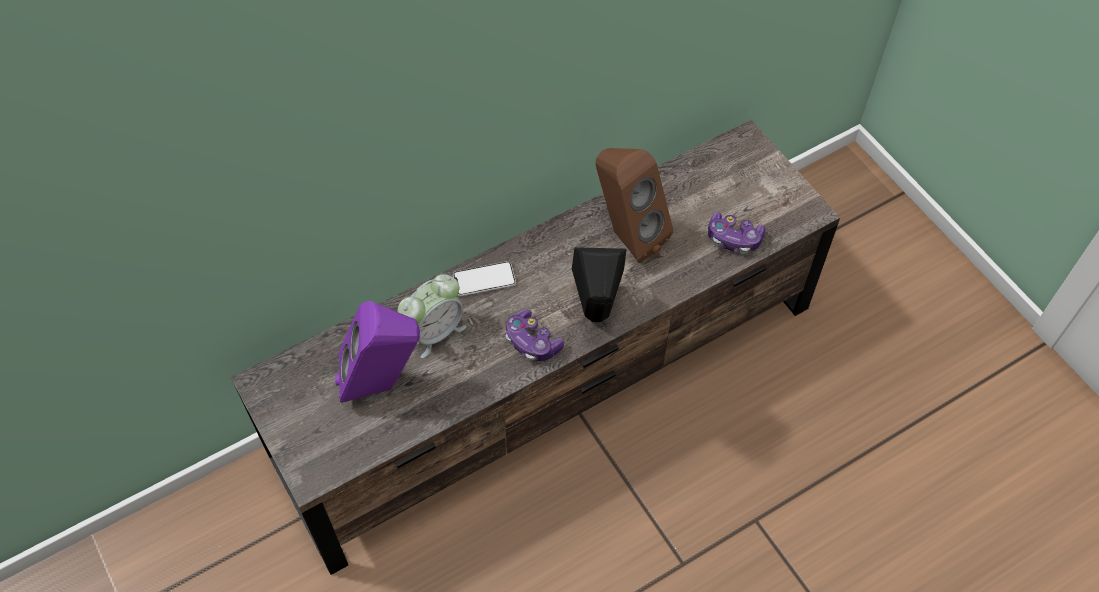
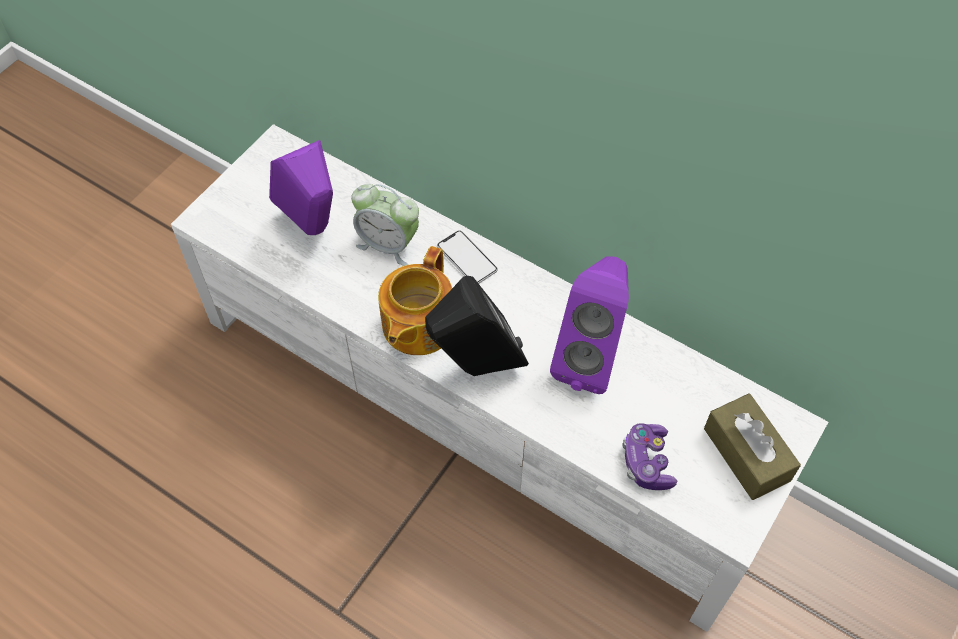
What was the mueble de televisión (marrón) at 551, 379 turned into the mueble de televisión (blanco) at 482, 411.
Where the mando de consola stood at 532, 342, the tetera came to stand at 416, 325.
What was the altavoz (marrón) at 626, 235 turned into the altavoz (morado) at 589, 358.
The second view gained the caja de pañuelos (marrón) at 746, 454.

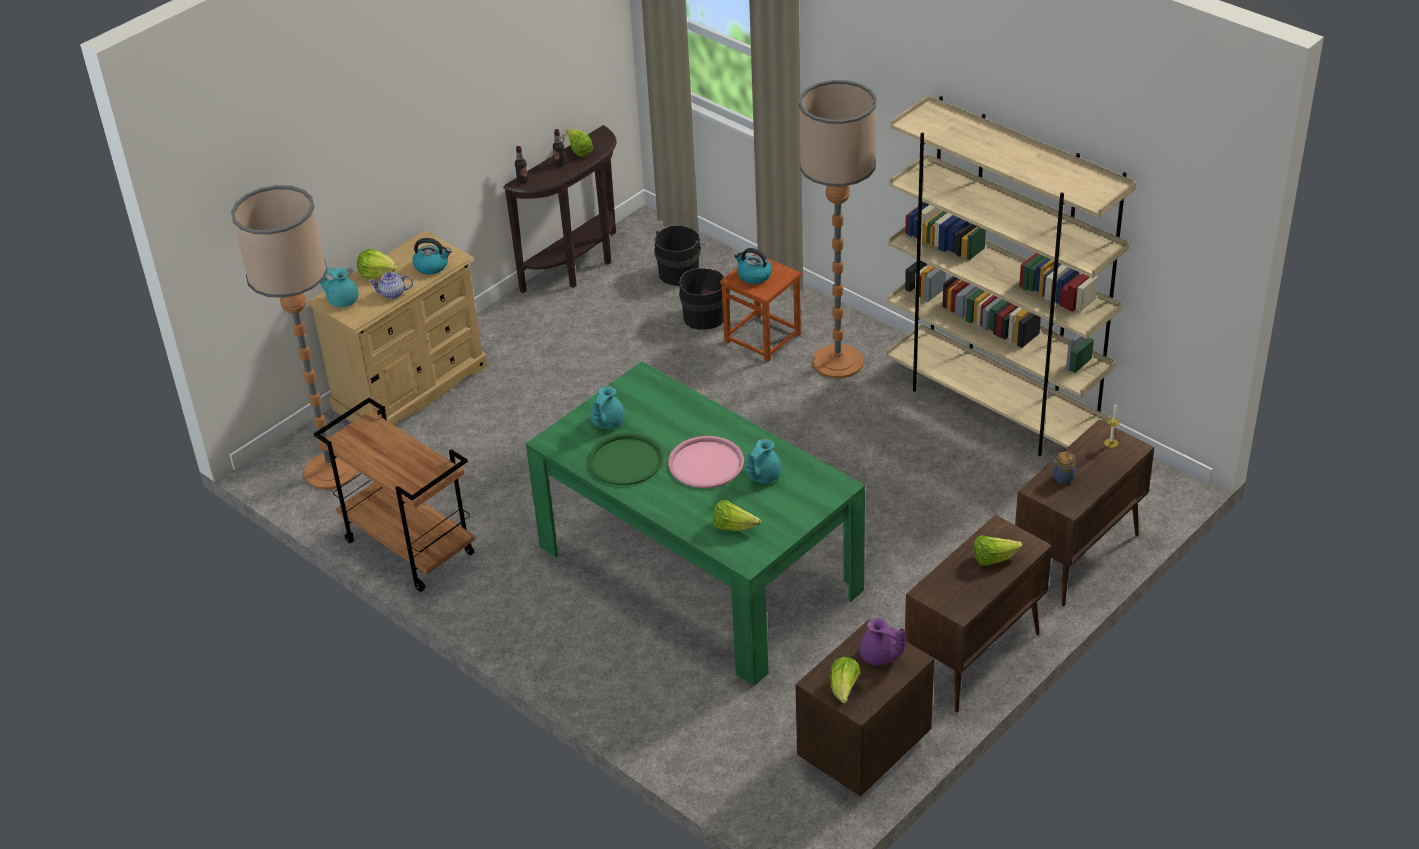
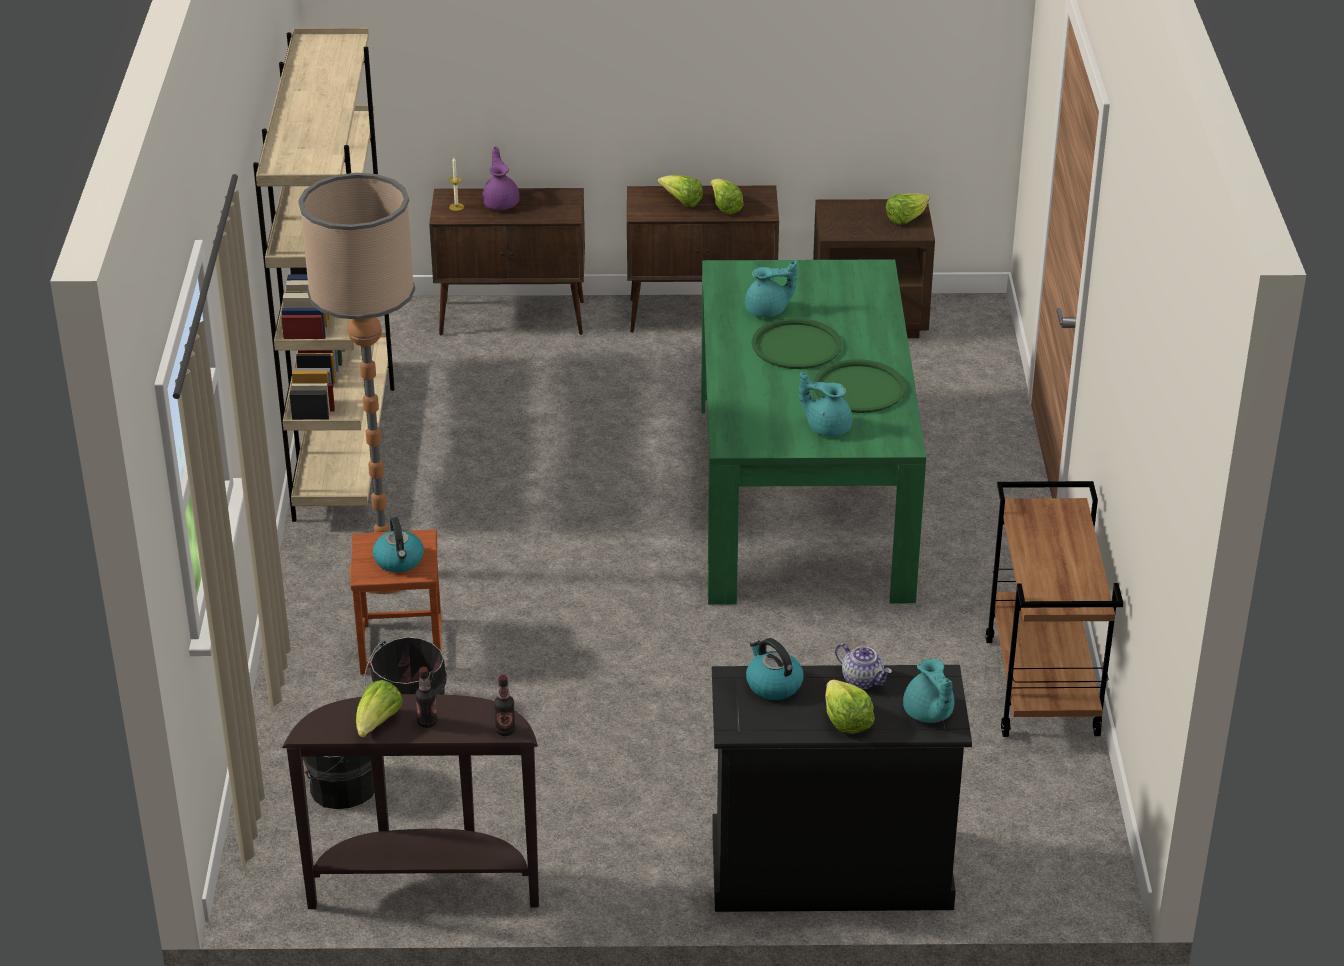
The second view lost the lámpara de pie at 330, 471.
What was the cómoda (beis) at 411, 387 turned into the cómoda (negro) at 830, 869.
The tetera (turquesa) at 607, 422 ended up facing another way, 135 degrees counterclockwise from before.
What was the bandeja (rosa) at 706, 463 turned into the bandeja (verde) at 796, 345.
The lechuga ended up elsewhere, having gone from 733, 527 to 725, 207.
The tetera (morado) ended up elsewhere, having gone from 880, 656 to 501, 203.
The second view lost the tarro at 1062, 478.

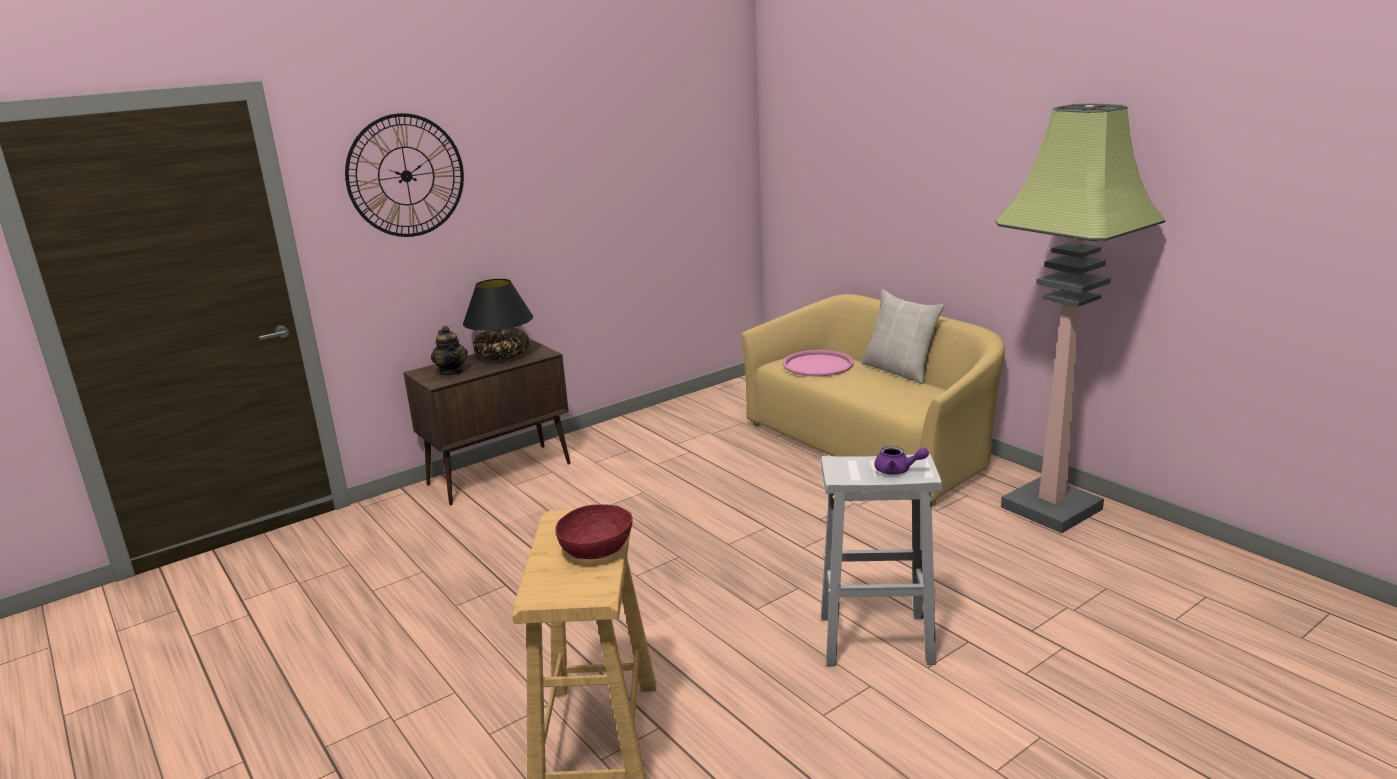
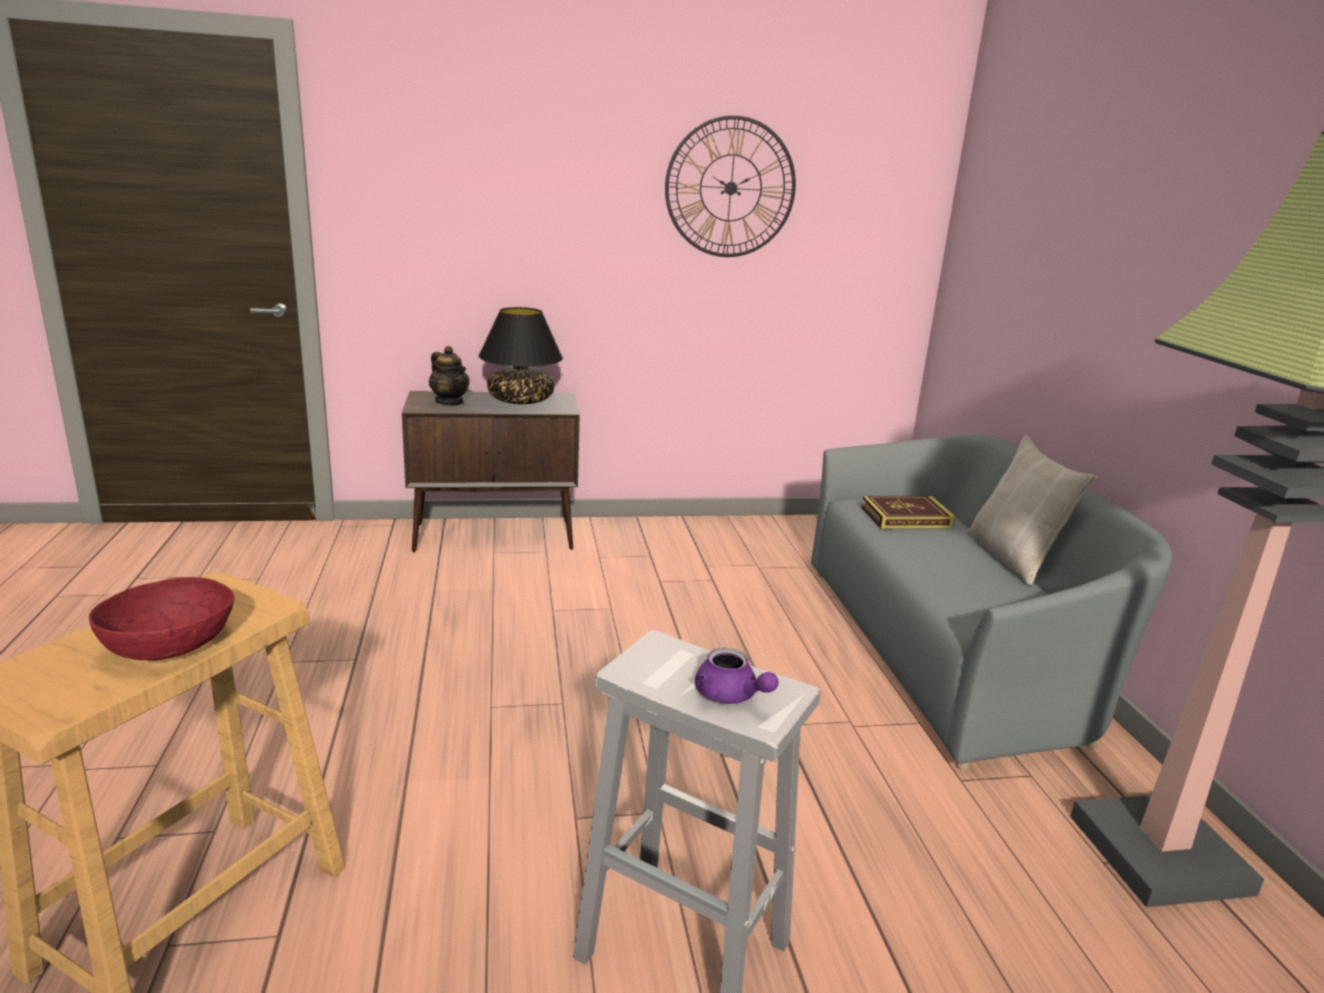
The reloj de pared ended up elsewhere, having gone from 406, 176 to 730, 188.
The tetera at 452, 372 ended up facing another way, 45 degrees counterclockwise from before.
What was the sofá (amarillo) at 872, 445 turned into the sofá (gris) at 949, 650.
Where the bandeja (rosa) stood at 817, 365, the libro came to stand at 906, 517.

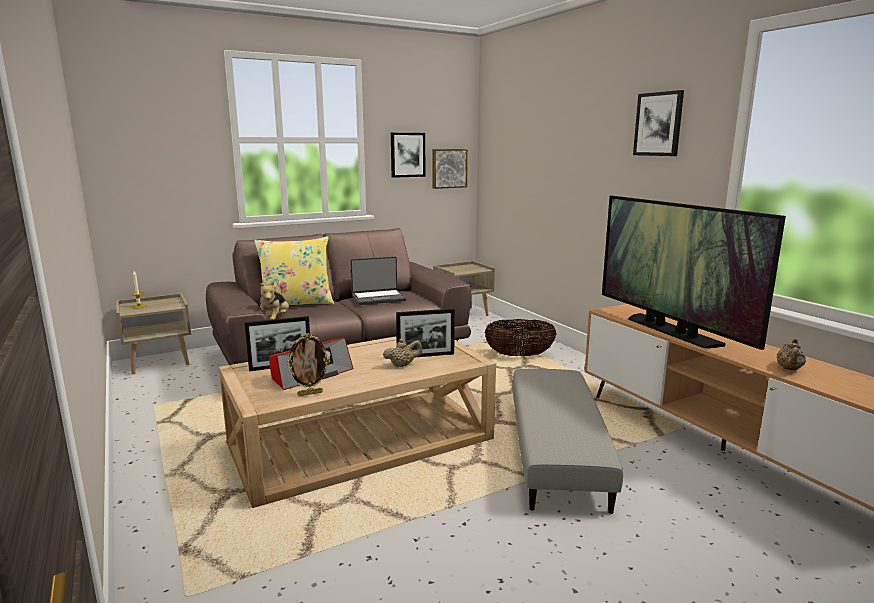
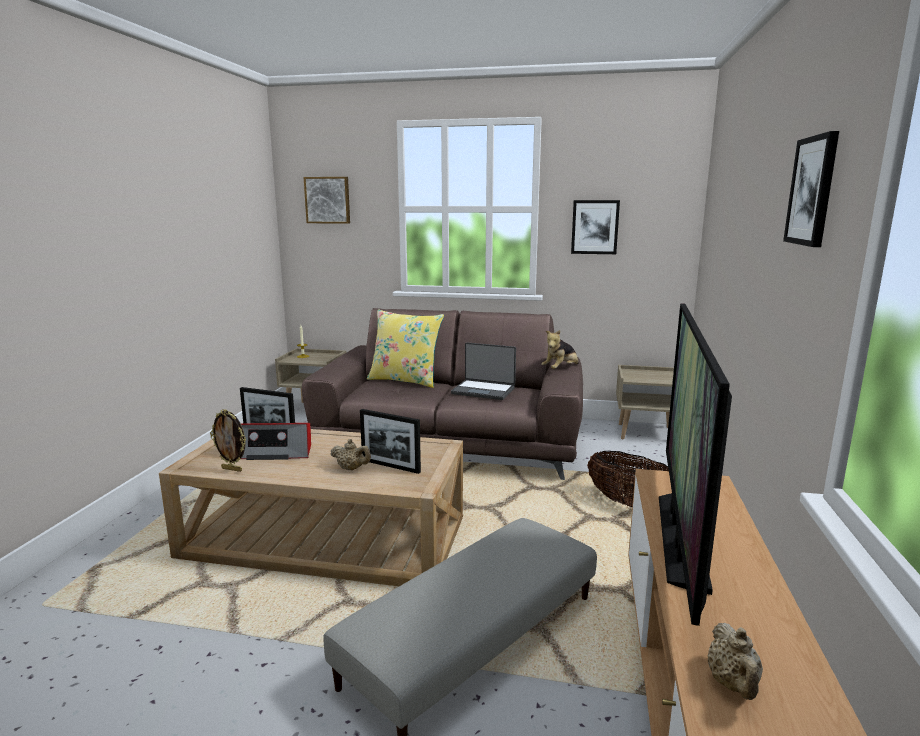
The peluche ended up elsewhere, having gone from 275, 320 to 560, 369.
The cuadro ended up elsewhere, having gone from 448, 168 to 328, 200.
The tetera (beis) at 789, 369 ended up facing another way, 60 degrees counterclockwise from before.

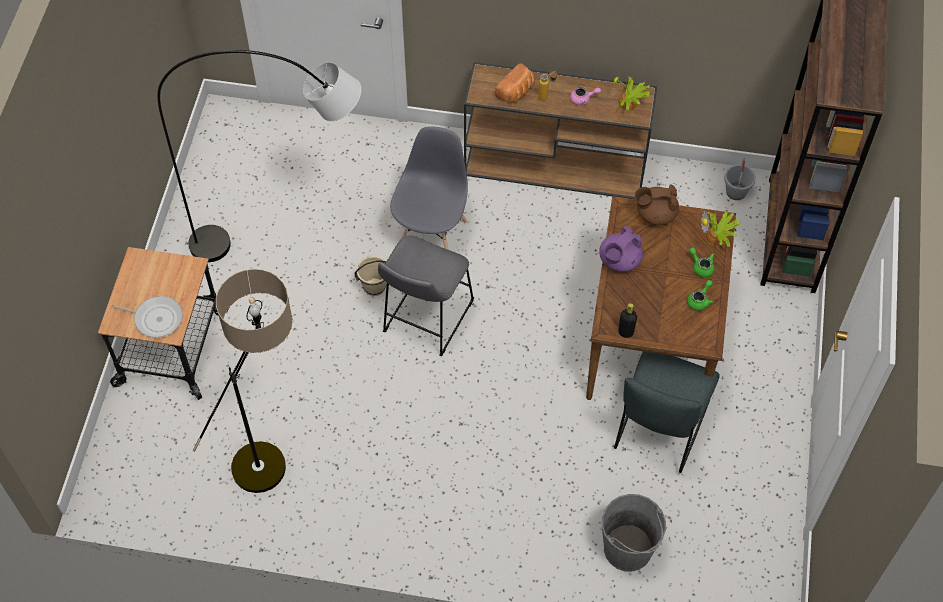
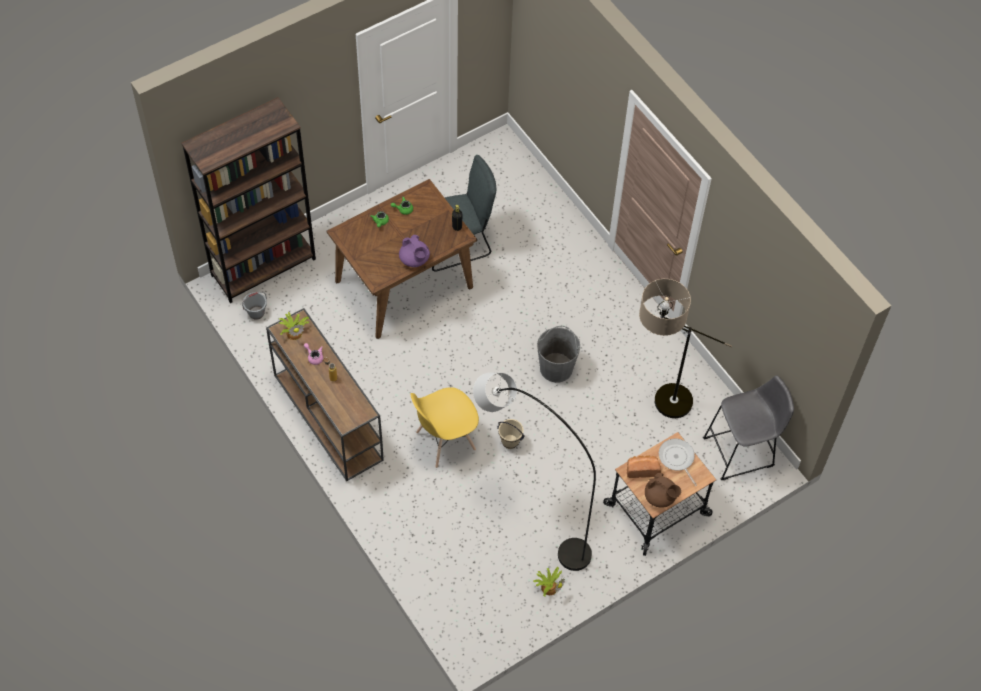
The taburete (gris) ended up elsewhere, having gone from 425, 320 to 742, 451.
What was the silla (gris) at 432, 236 turned into the silla (amarillo) at 445, 441.
The pan ended up elsewhere, having gone from 516, 92 to 642, 469.
The tetera (morado) at 619, 261 ended up facing another way, 60 degrees clockwise from before.
The cubo (gris) ended up elsewhere, having gone from 628, 549 to 556, 368.
The tetera (marrón) ended up elsewhere, having gone from 655, 214 to 660, 497.
The planta en maceta ended up elsewhere, having gone from 717, 238 to 549, 586.

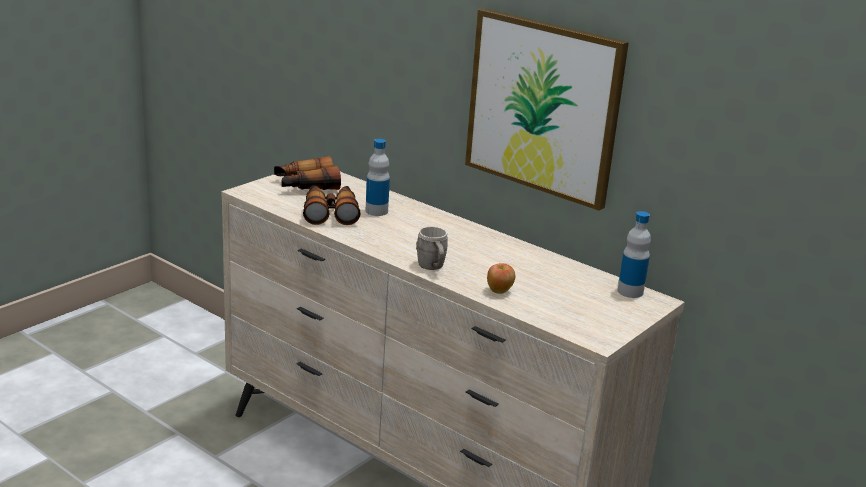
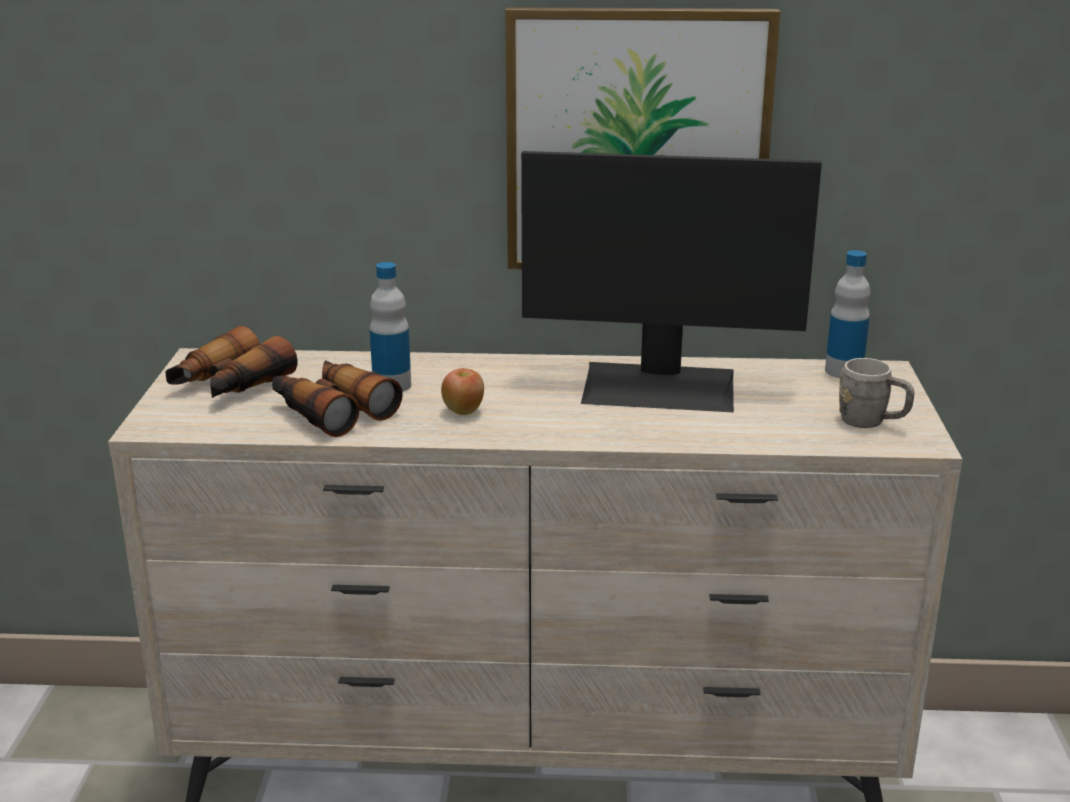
The taza grande (gris) ended up elsewhere, having gone from 432, 267 to 871, 422.
The manzana ended up elsewhere, having gone from 499, 291 to 464, 411.
The second view gained the monitor at 660, 387.

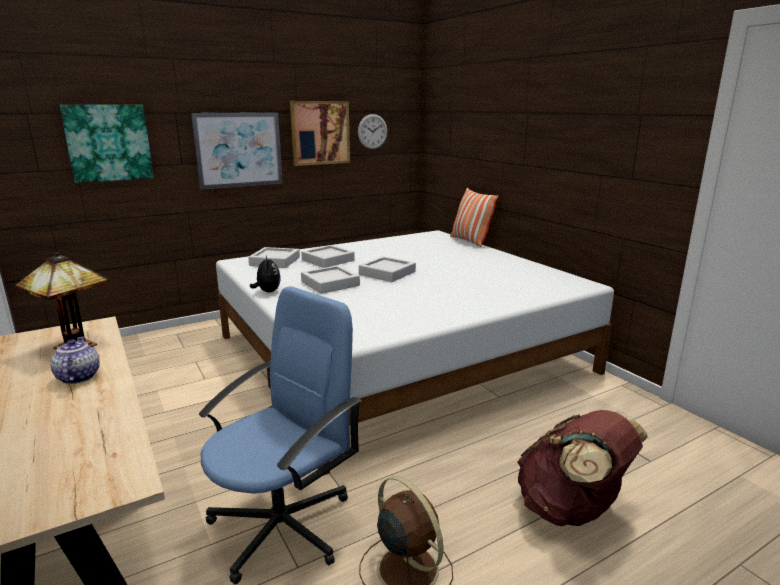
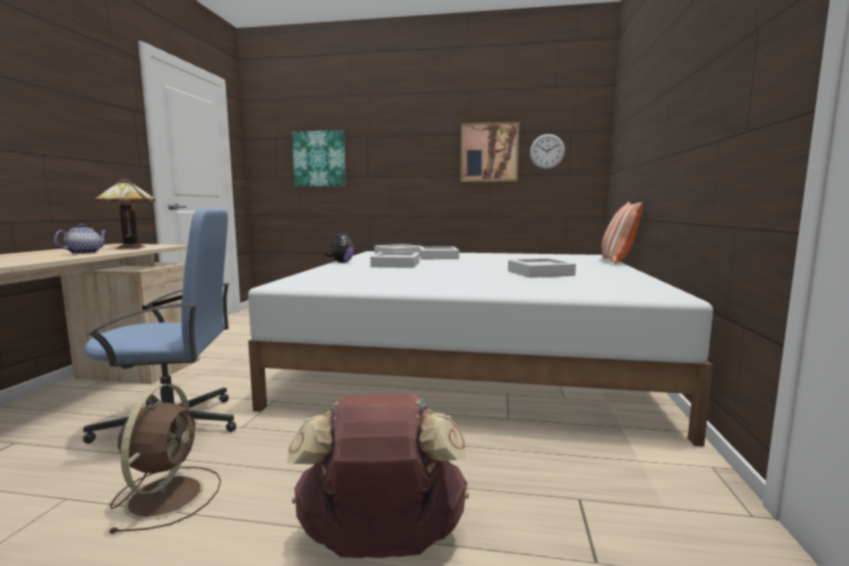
The second view lost the cuadro at 239, 150.
The bandeja (gris) ended up elsewhere, having gone from 387, 273 to 540, 273.

